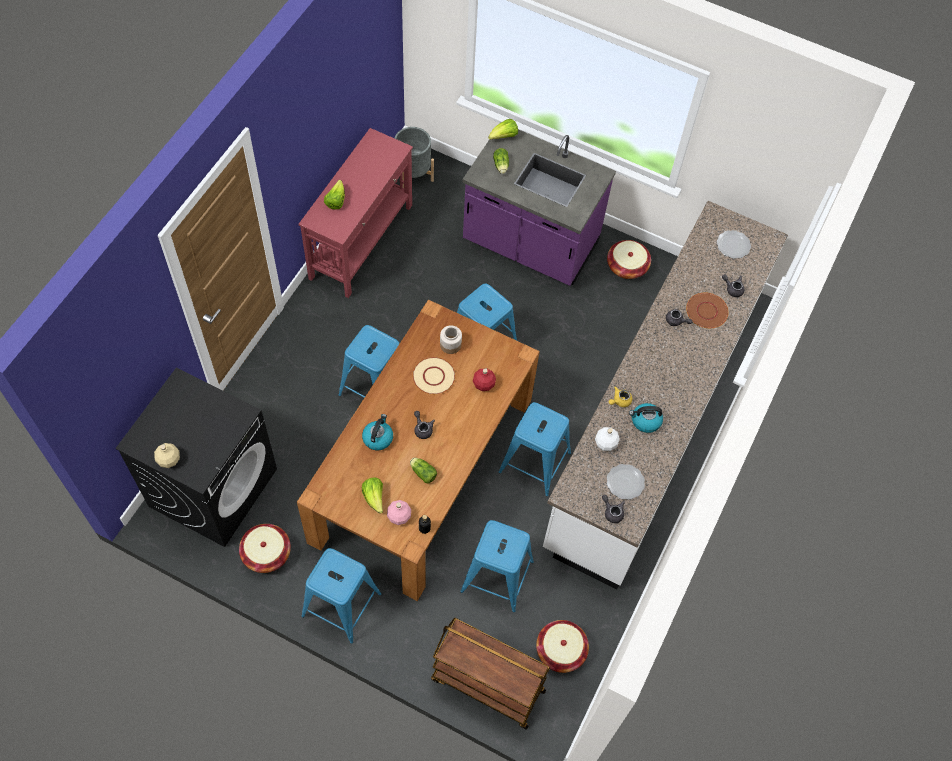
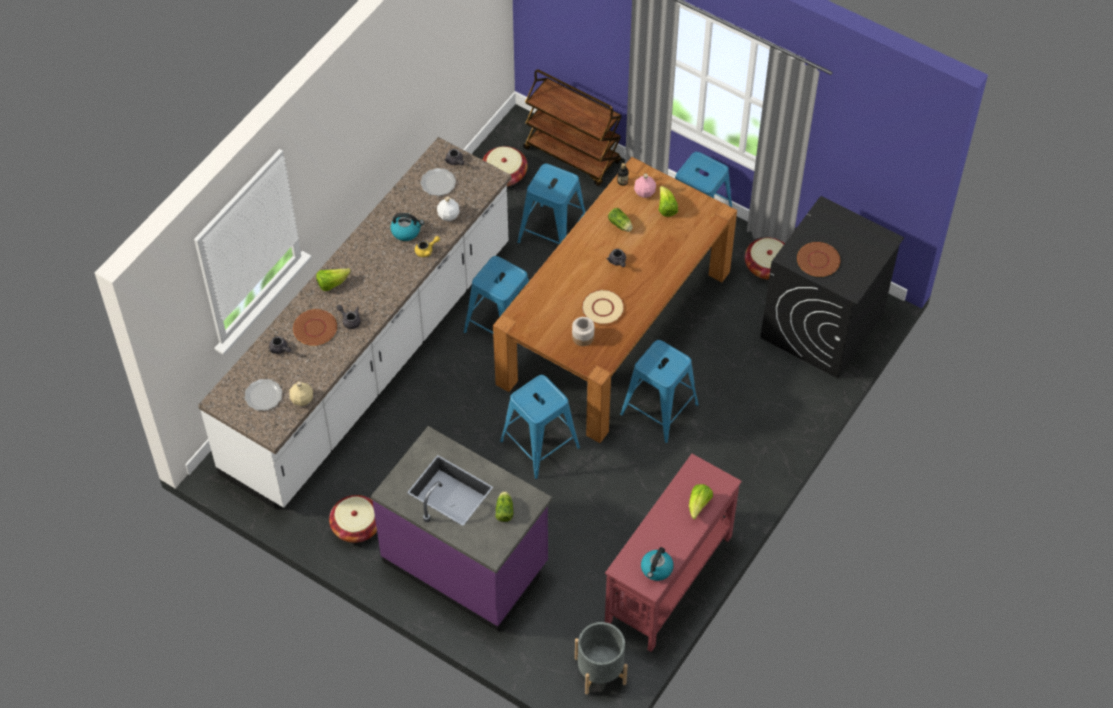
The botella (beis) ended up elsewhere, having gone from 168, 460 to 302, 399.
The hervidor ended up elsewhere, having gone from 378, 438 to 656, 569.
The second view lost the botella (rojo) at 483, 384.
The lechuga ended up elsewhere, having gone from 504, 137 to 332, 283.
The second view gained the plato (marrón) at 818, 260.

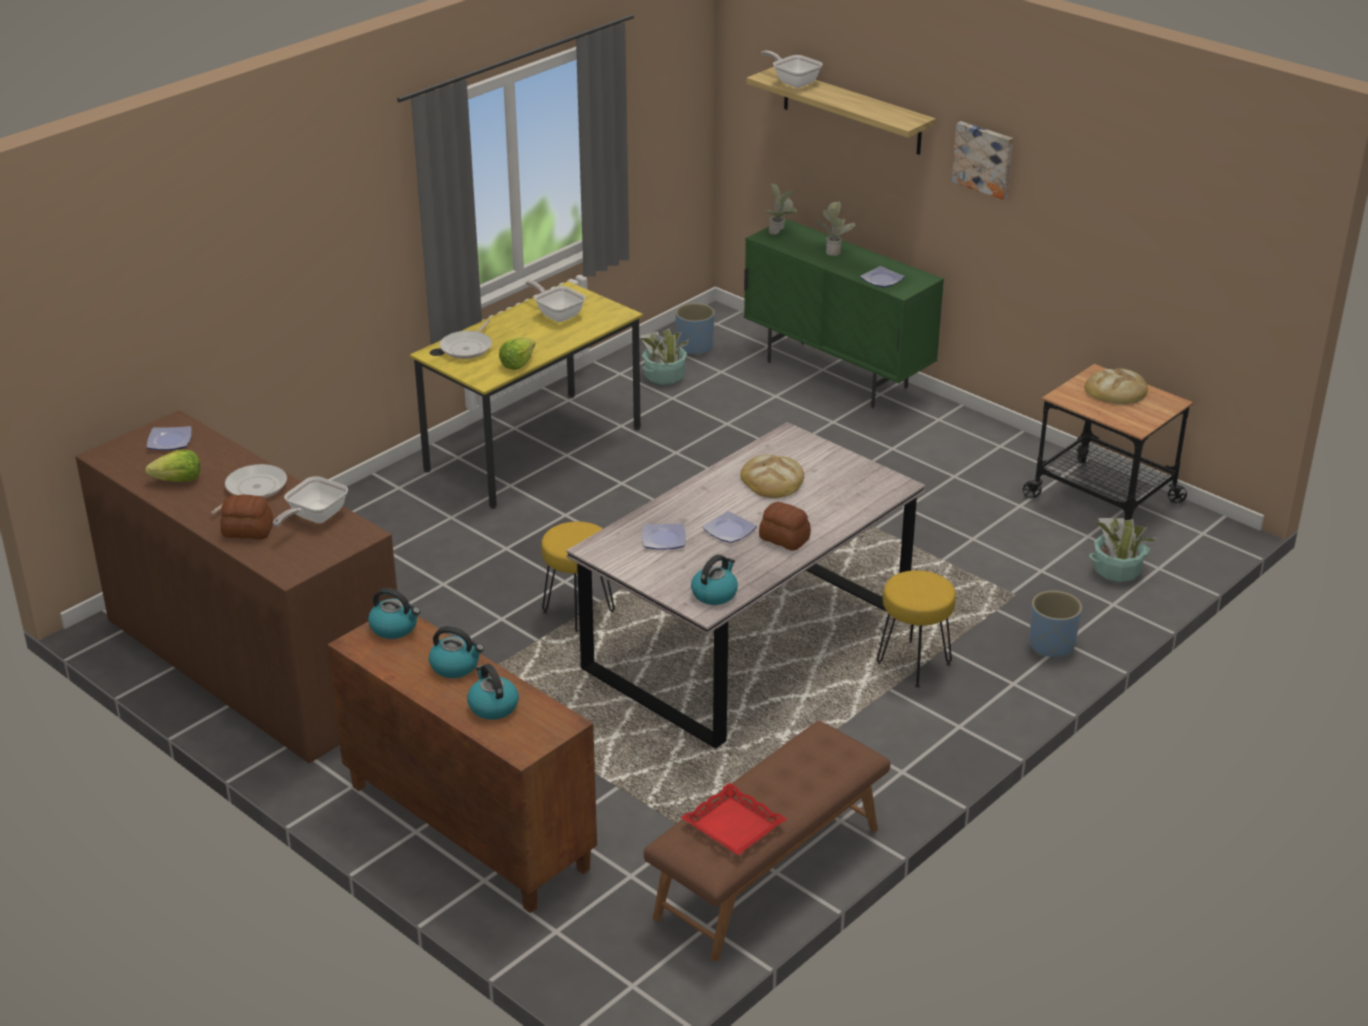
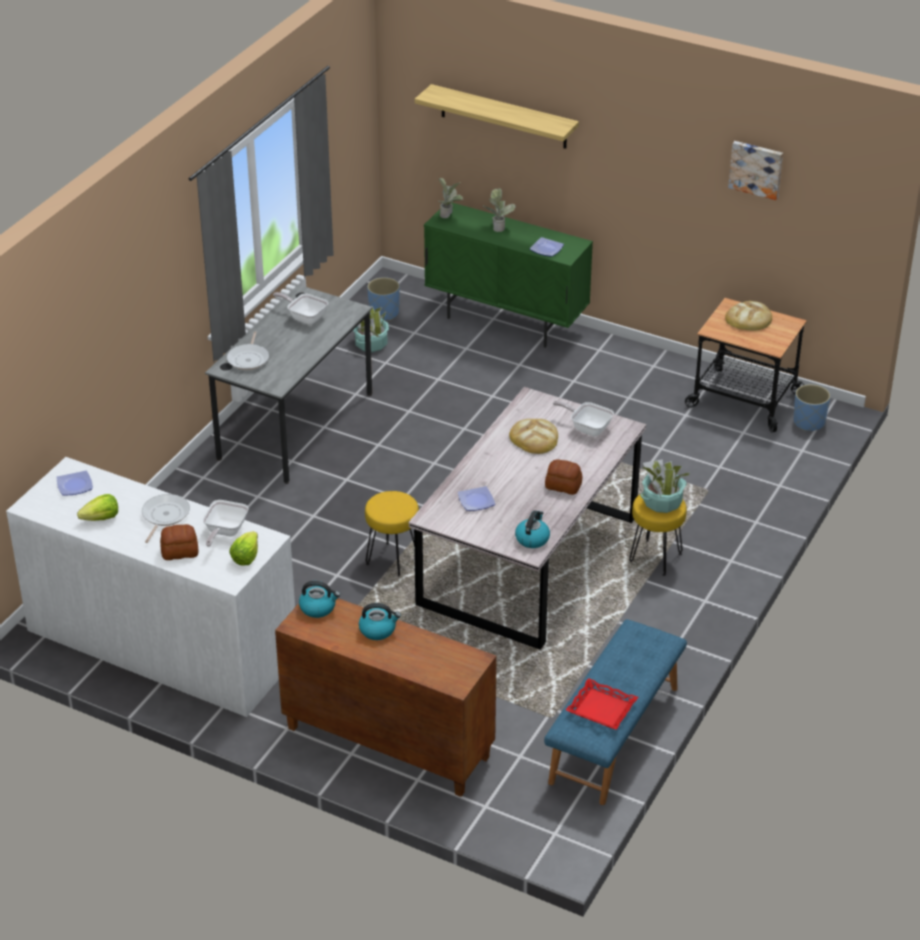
What was the cómoda (marrón) at 254, 660 turned into the cómoda (blanco) at 161, 643.
What was the escritorio (amarillo) at 534, 449 turned into the escritorio (gris) at 296, 426.
The second view lost the hervidor at 492, 706.
The lechuga ended up elsewhere, having gone from 517, 364 to 246, 557.
What was the banco (marrón) at 769, 873 turned into the banco (azul) at 615, 735.
The second view lost the plato at 728, 530.
The sartén ended up elsewhere, having gone from 793, 81 to 587, 428.
The cuadro ended up elsewhere, having gone from 984, 159 to 756, 169.
The maceta (azul) ended up elsewhere, having gone from 1051, 646 to 809, 423.
The planta en maceta ended up elsewhere, having gone from 1116, 570 to 662, 502.

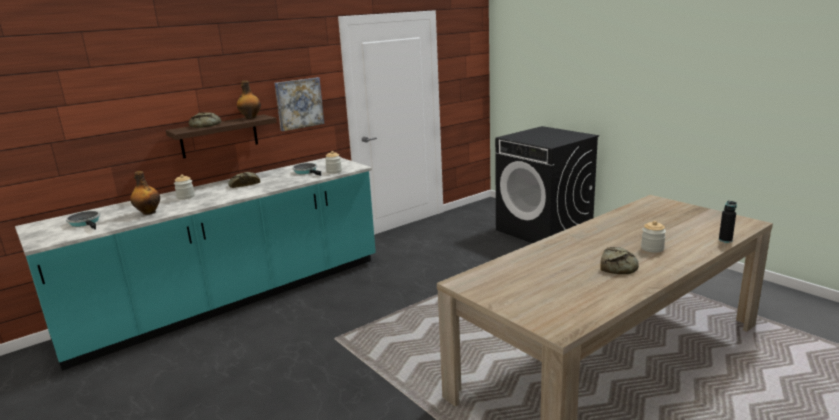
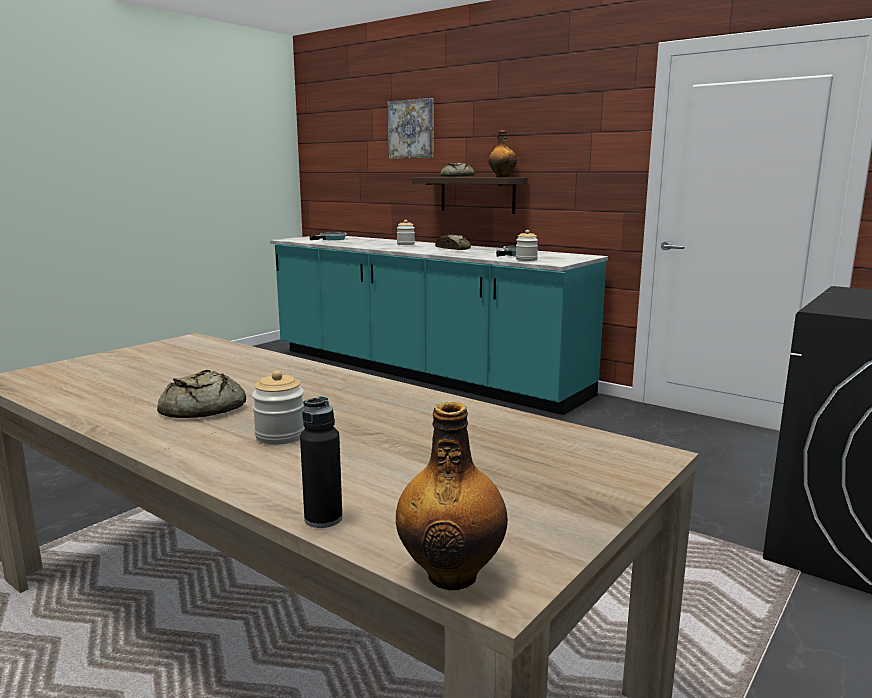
The botella ended up elsewhere, having gone from 148, 212 to 452, 573.
The cuadro ended up elsewhere, having gone from 299, 103 to 412, 129.

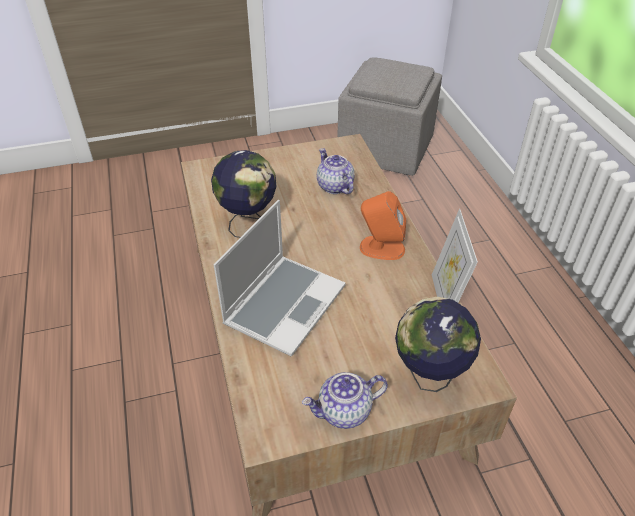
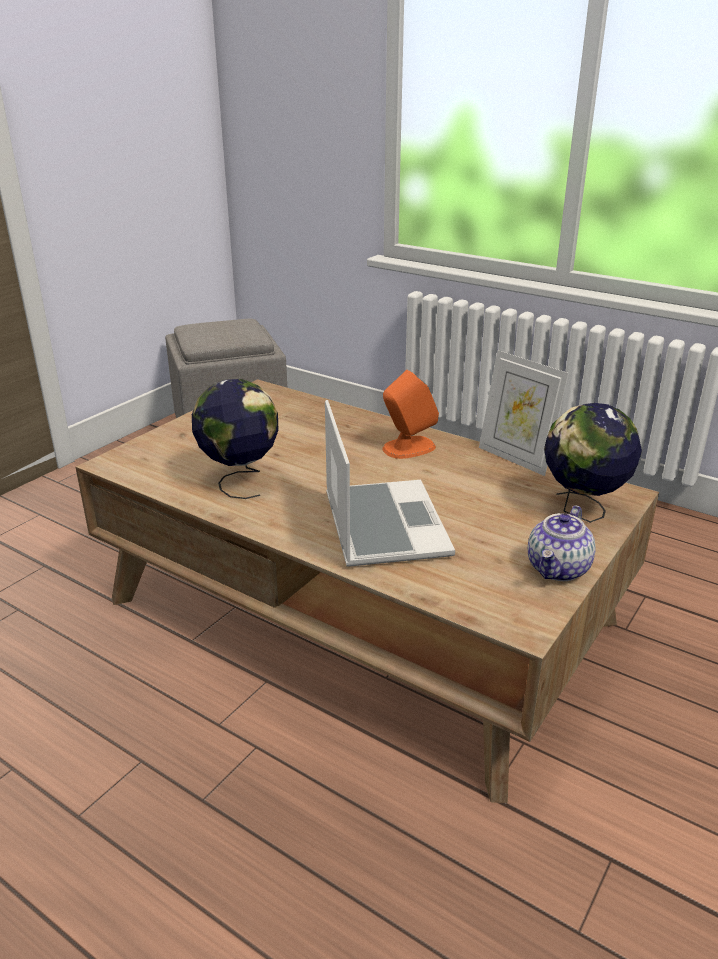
The second view lost the tetera at 334, 186.

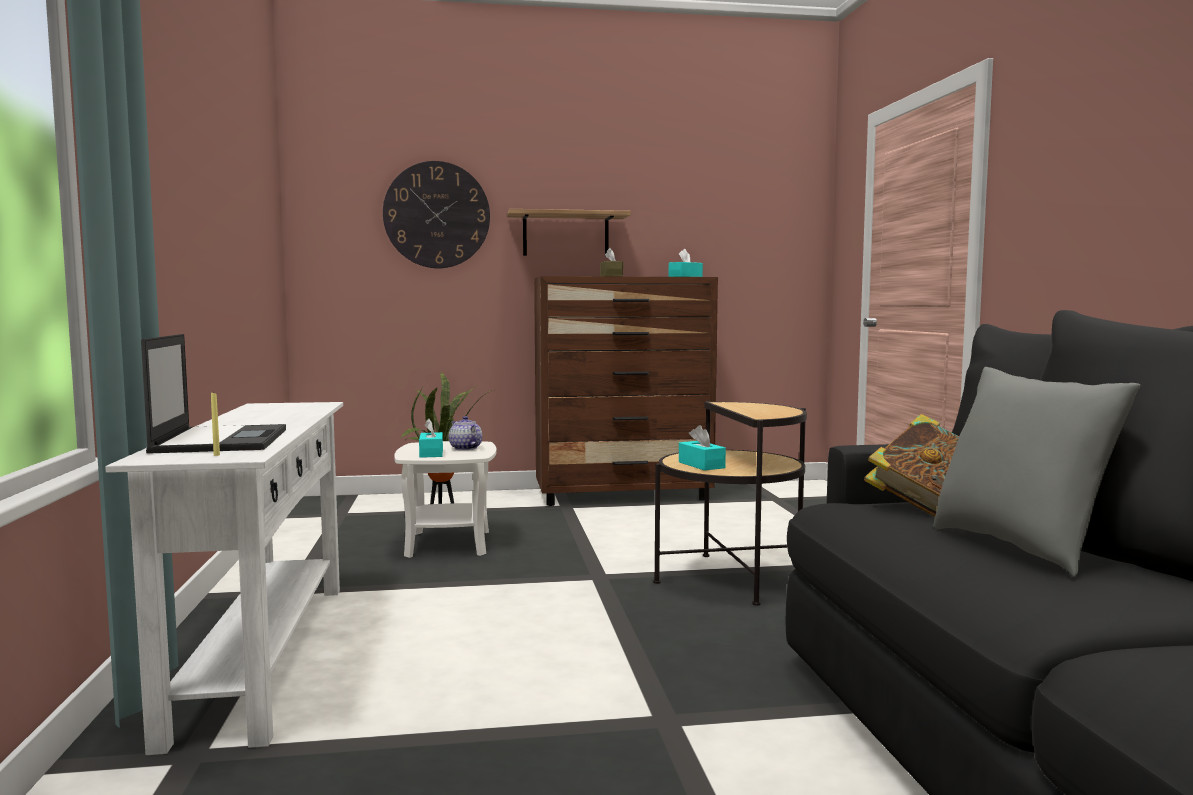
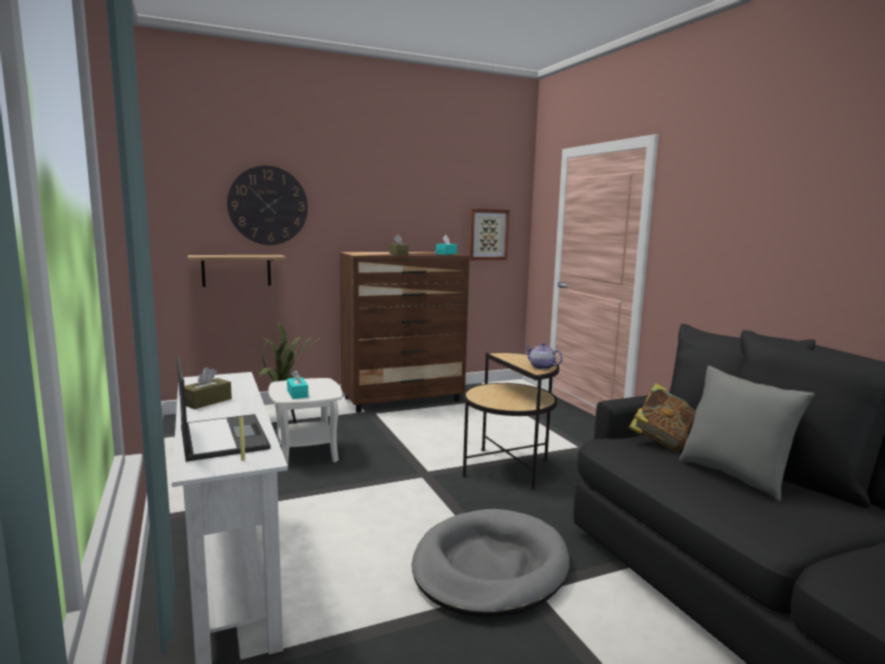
The tetera ended up elsewhere, having gone from 465, 448 to 541, 367.
The estante ended up elsewhere, having gone from 565, 235 to 236, 270.
The second view lost the caja de pañuelos (turquesa) at 701, 465.
The second view gained the caja de pañuelos (marrón) at 207, 401.
The second view gained the cama para perro (gris) at 489, 567.
The second view gained the cuadro at 488, 234.

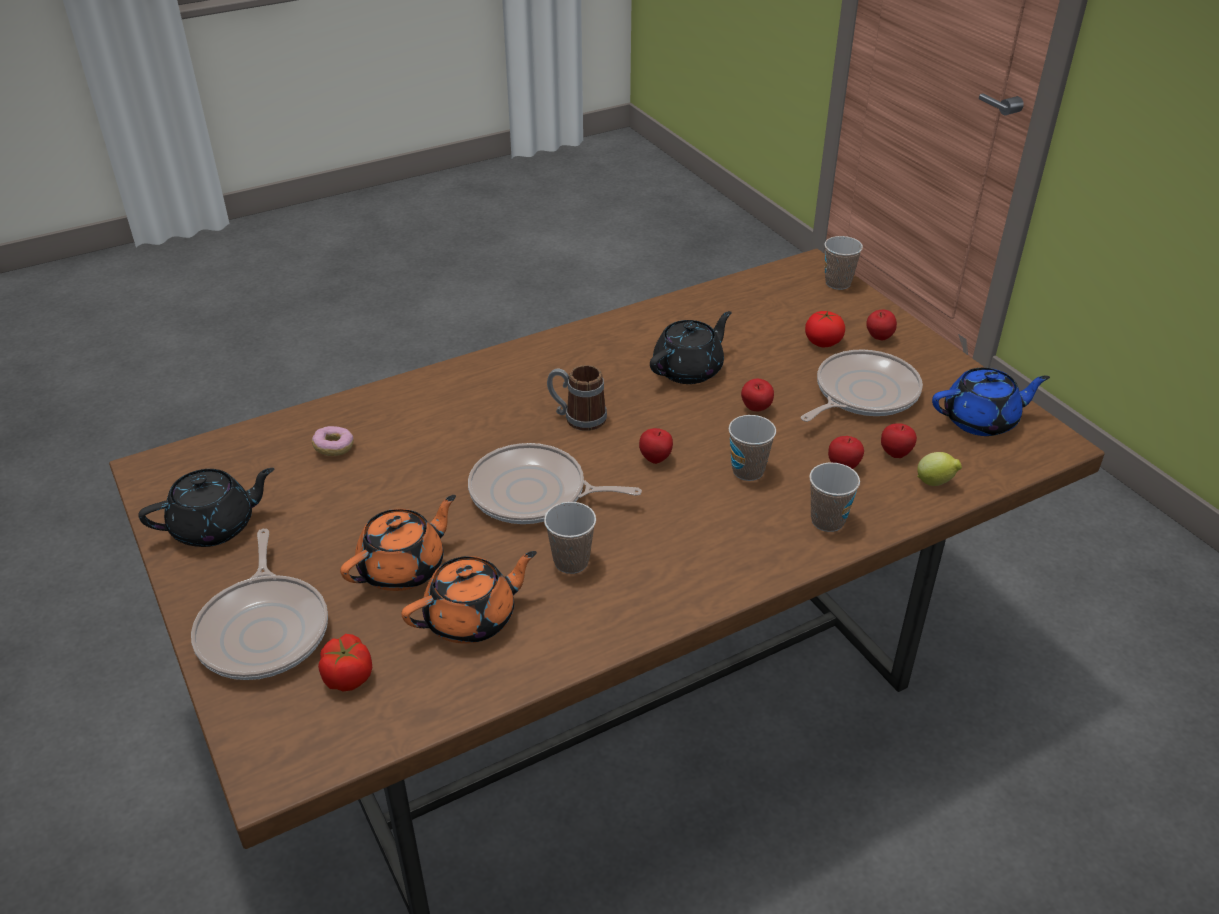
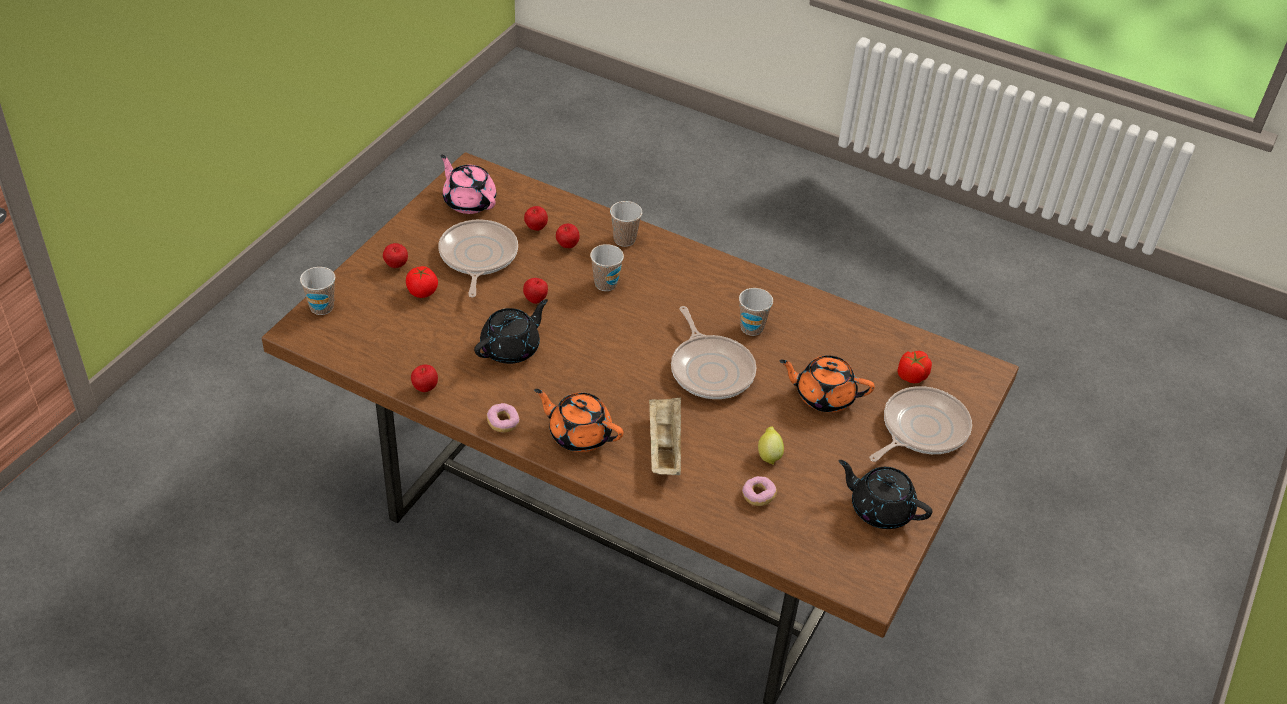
The tetera (naranja) ended up elsewhere, having gone from 472, 618 to 579, 434.
The second view lost the taza grande at 577, 418.
The manzana ended up elsewhere, having gone from 656, 459 to 425, 388.
The tetera (negro) at 689, 369 ended up facing another way, 120 degrees clockwise from before.
The sartén at 862, 394 ended up facing another way, 75 degrees clockwise from before.
The limón ended up elsewhere, having gone from 935, 483 to 769, 455.
What was the tetera (azul) at 981, 420 turned into the tetera (rosa) at 469, 201.
The second view gained the rosquilla at 503, 423.
The second view gained the bandeja (beis) at 664, 446.

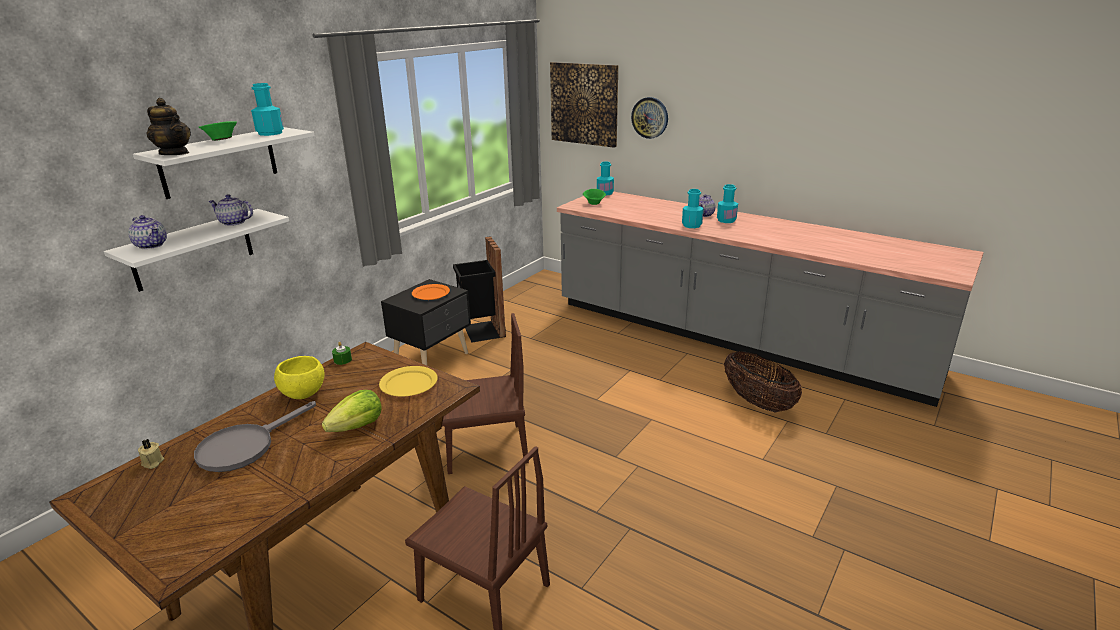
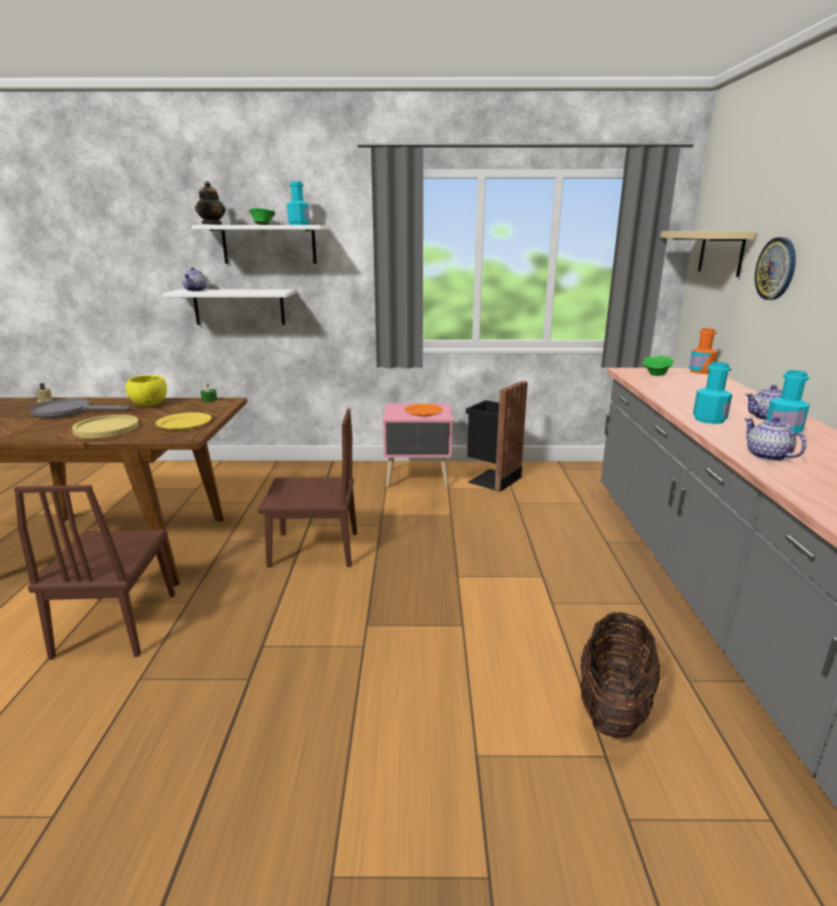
The tetera ended up elsewhere, having gone from 233, 222 to 766, 456.
Where the lechuga stood at 358, 427, the plato (amarillo) came to stand at 106, 428.
What was the mesita de noche (negro) at 433, 359 turned into the mesita de noche (rosa) at 418, 479.
The silla (marrón) at 485, 448 ended up facing another way, 45 degrees counterclockwise from before.
Where the cuadro hung at 584, 104, the estante (beis) came to hang at 721, 252.
What was the botella (turquesa) at 605, 193 turned into the botella (naranja) at 700, 371.

